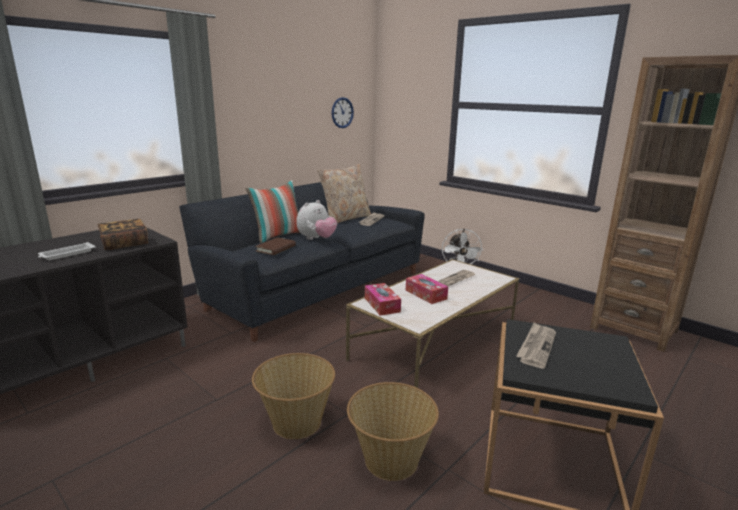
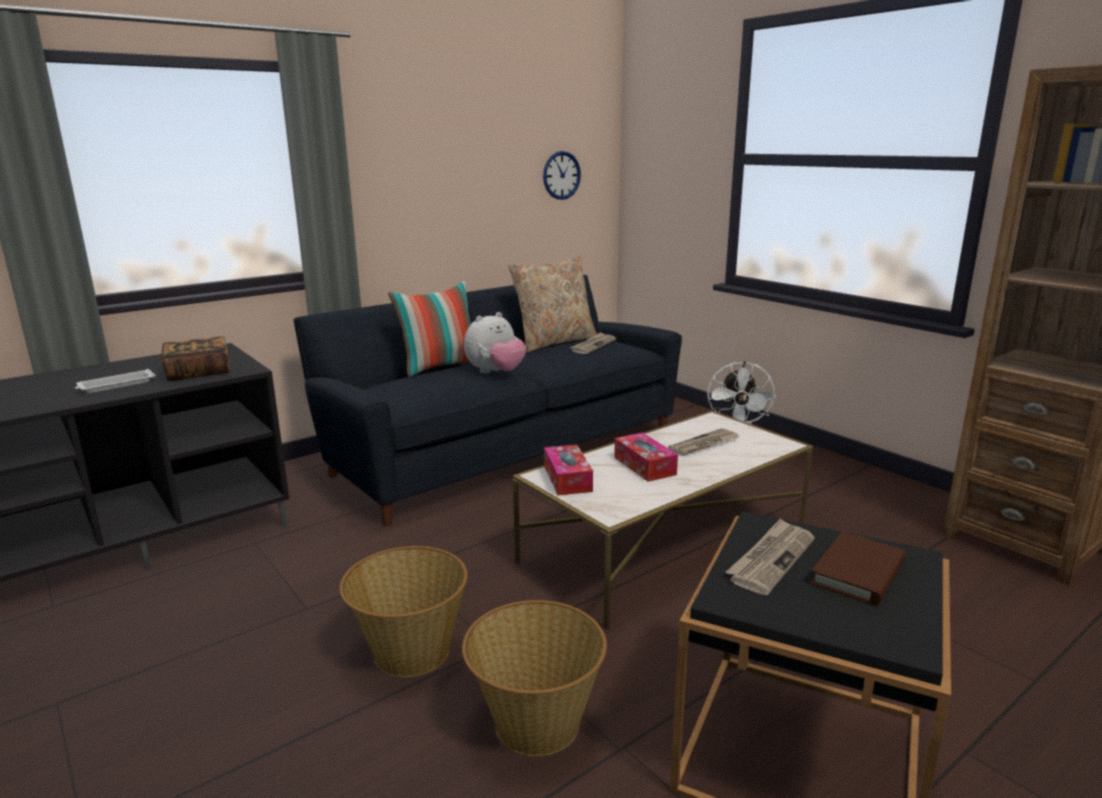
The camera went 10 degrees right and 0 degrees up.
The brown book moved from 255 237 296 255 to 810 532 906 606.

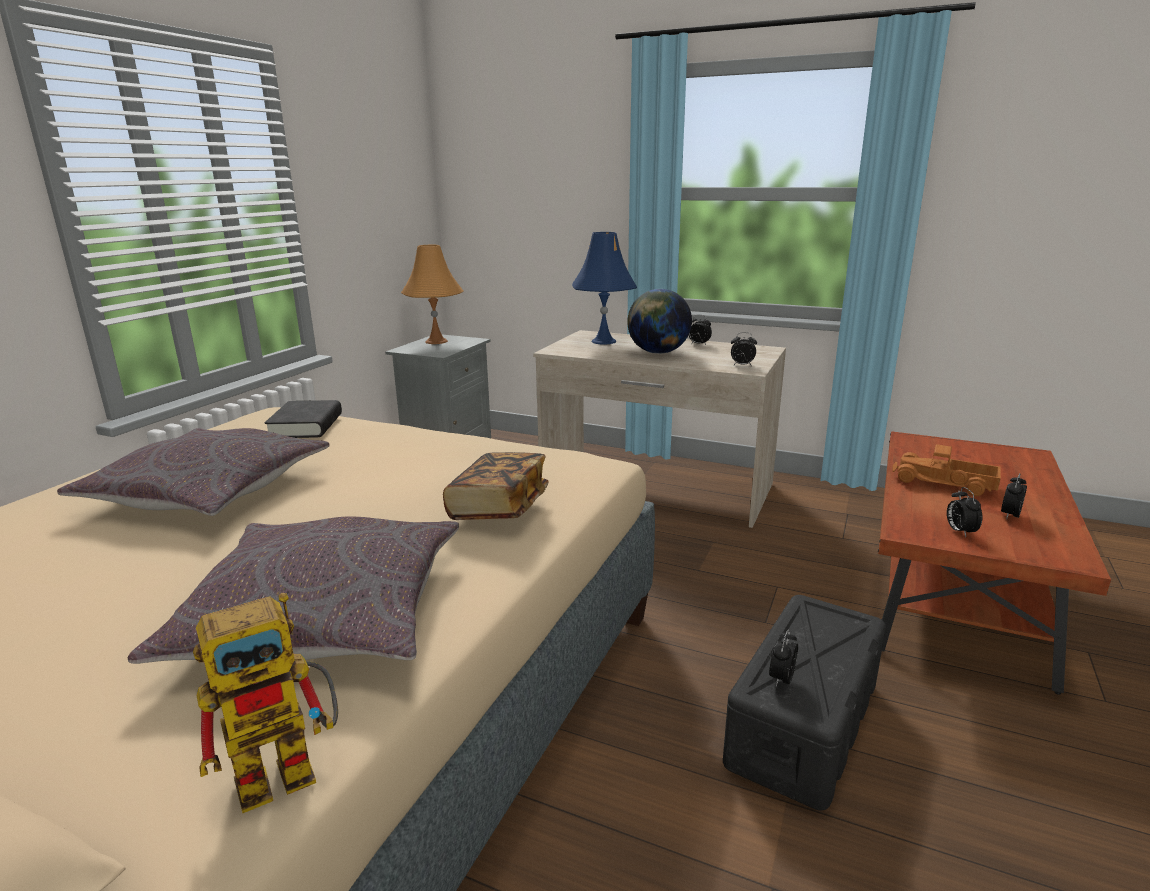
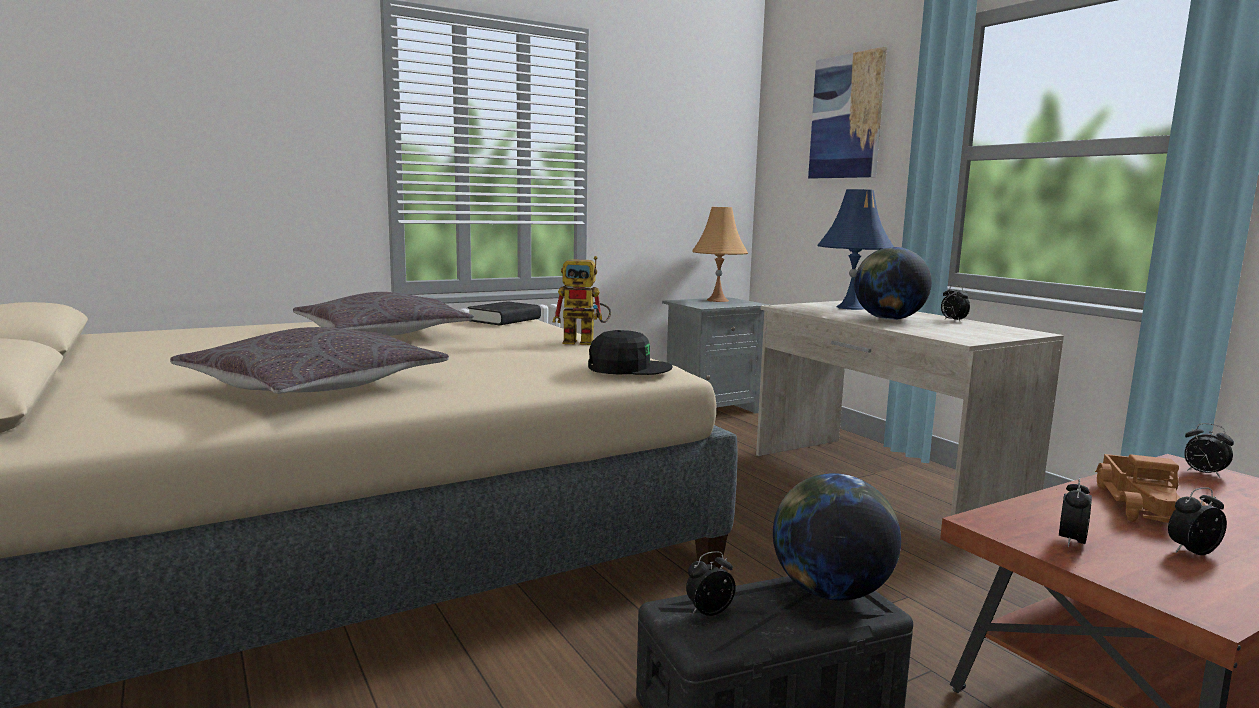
The camera went 35 degrees right and 10 degrees down.
The alarm clock moved from 731 332 757 365 to 1184 423 1234 478.
The toy truck at 892 444 1001 496 turned 135 degrees counterclockwise.
The book at 443 452 548 520 disappeared.
The toy robot moved from 193 593 338 813 to 553 256 611 345.
The picture at 808 47 887 179 appeared.
The black cap at 588 330 673 375 appeared.
The globe at 773 473 901 601 appeared.

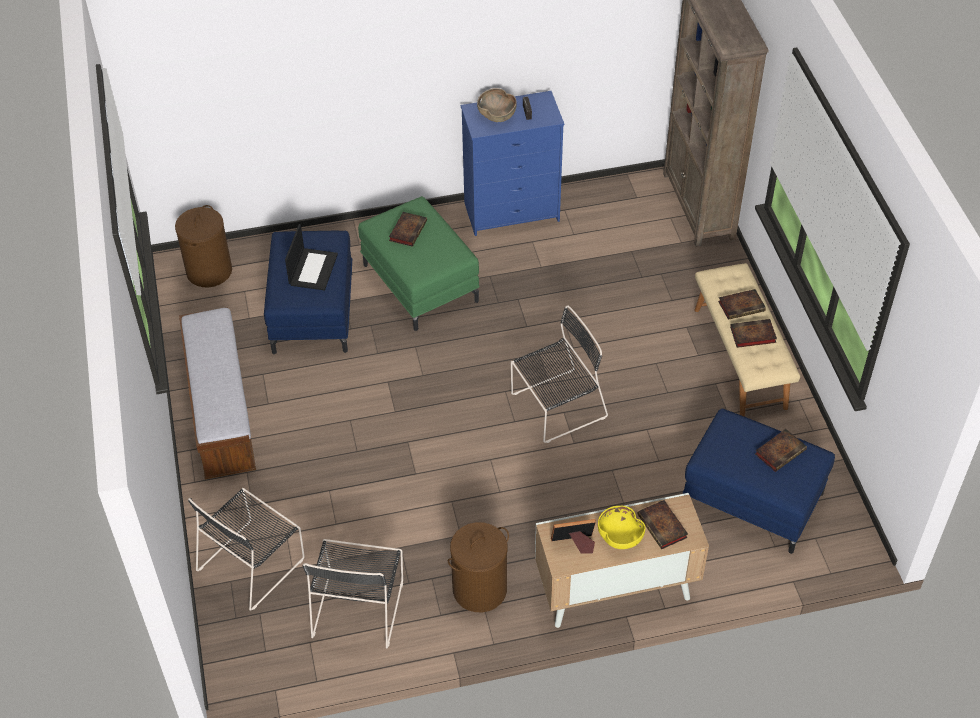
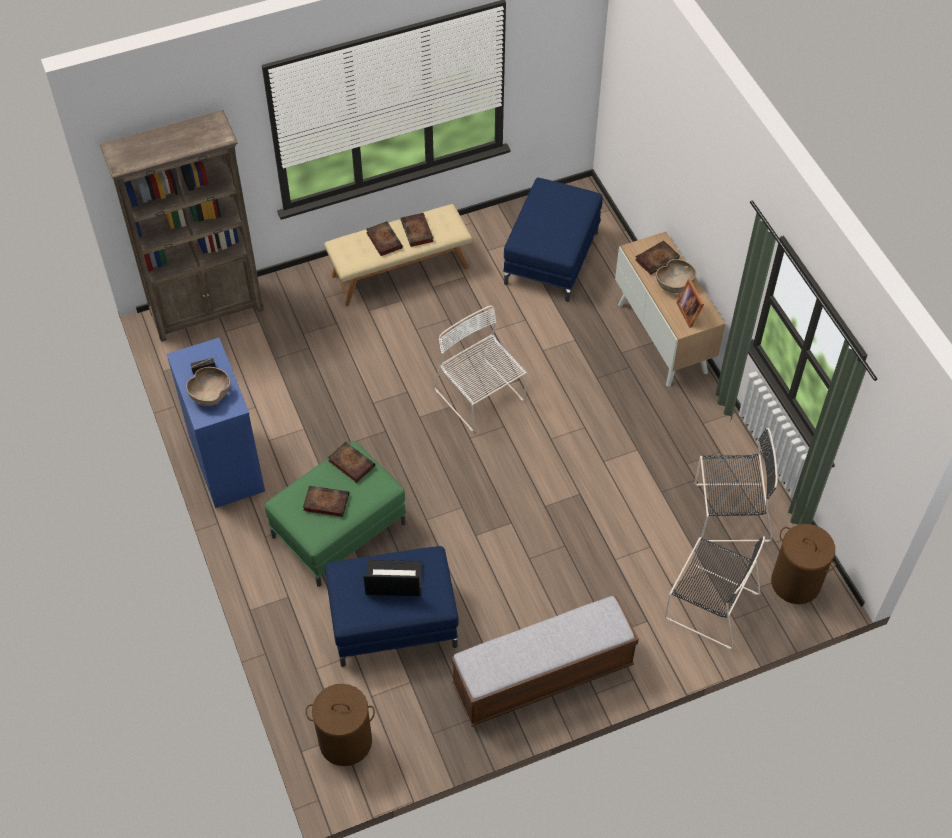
The camera went 100 degrees left and 5 degrees up.
The black chair at 511 305 608 443 became the white chair at 434 306 527 432.
The book moved from 755 429 807 472 to 328 442 375 483.
The yellow bowl at 598 506 646 549 became the brown bowl at 656 259 696 293.
The brown laundry basket moved from 448 522 509 612 to 771 524 836 604.

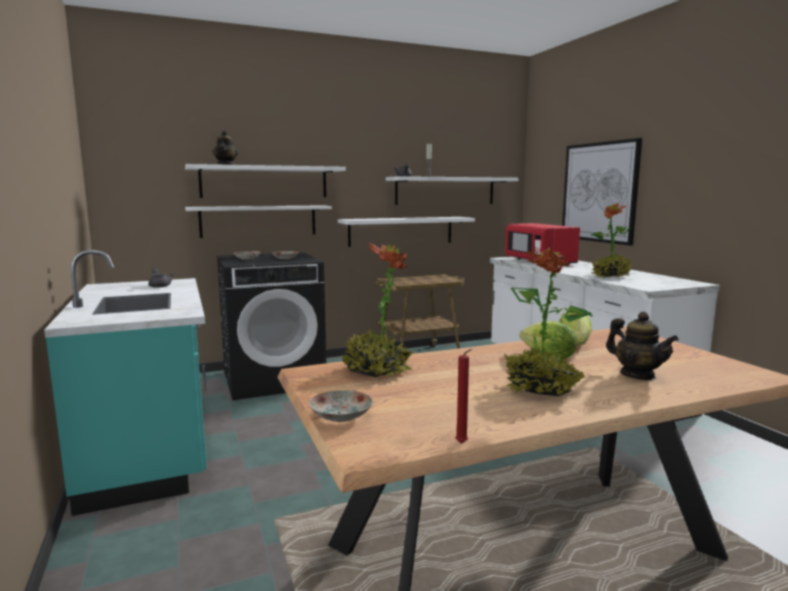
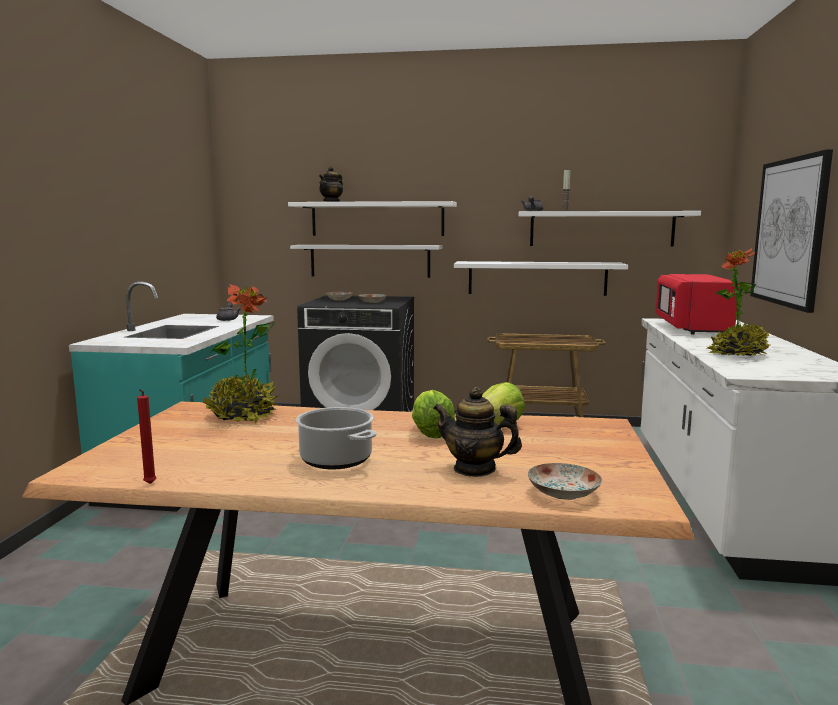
The camera went 30 degrees right and 0 degrees up.
The potted plant at 505 248 593 396 was replaced by the cooking pot at 296 407 376 470.
The teapot at 606 312 679 380 turned 120 degrees clockwise.
The plate moved from 309 390 373 422 to 527 463 602 500.

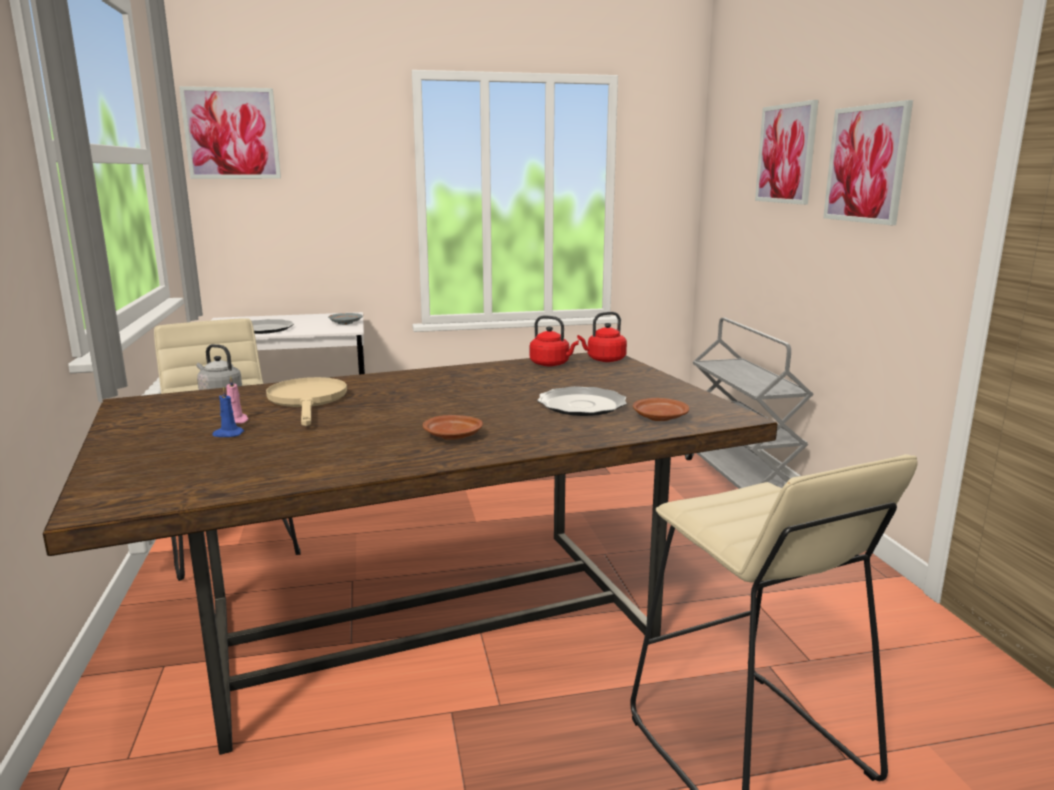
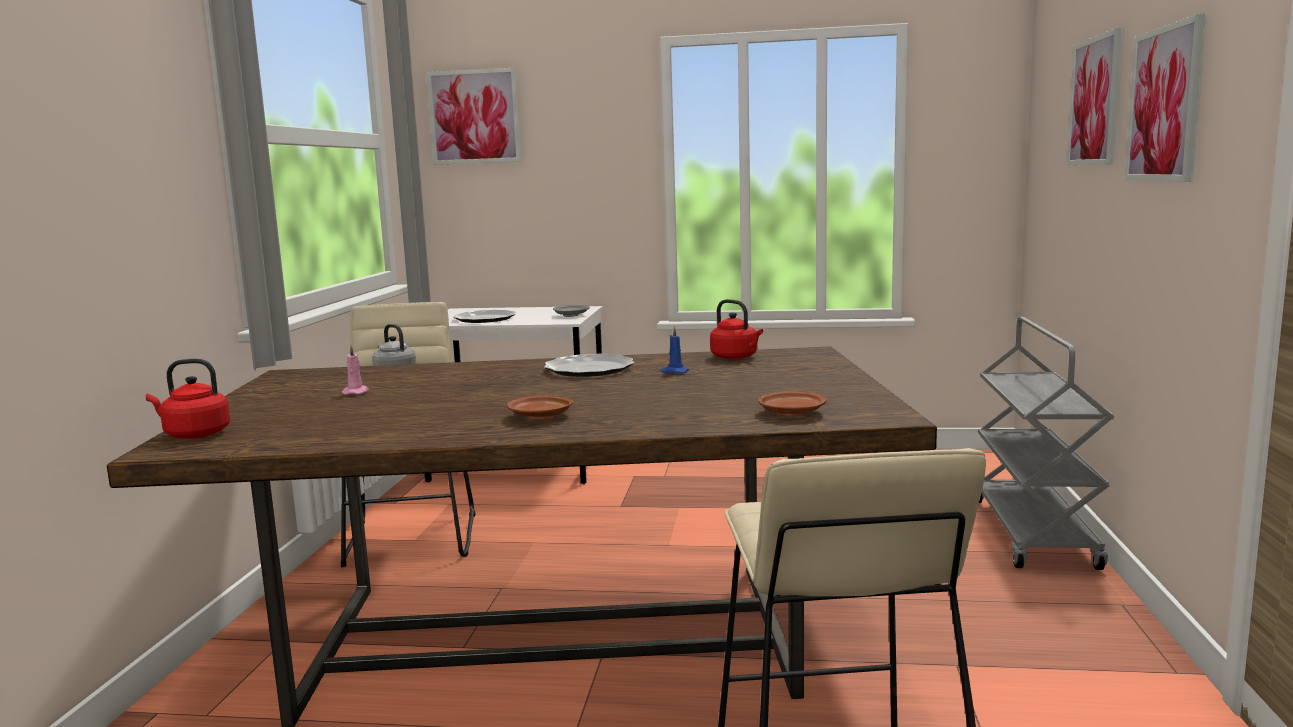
The camera went 20 degrees right and 5 degrees down.
The red kettle moved from 577 312 627 362 to 146 359 230 439.
The beige frying pan at 266 377 347 426 disappeared.
The blue candle moved from 212 386 244 437 to 661 326 689 374.
The plate moved from 537 386 627 416 to 544 354 634 377.

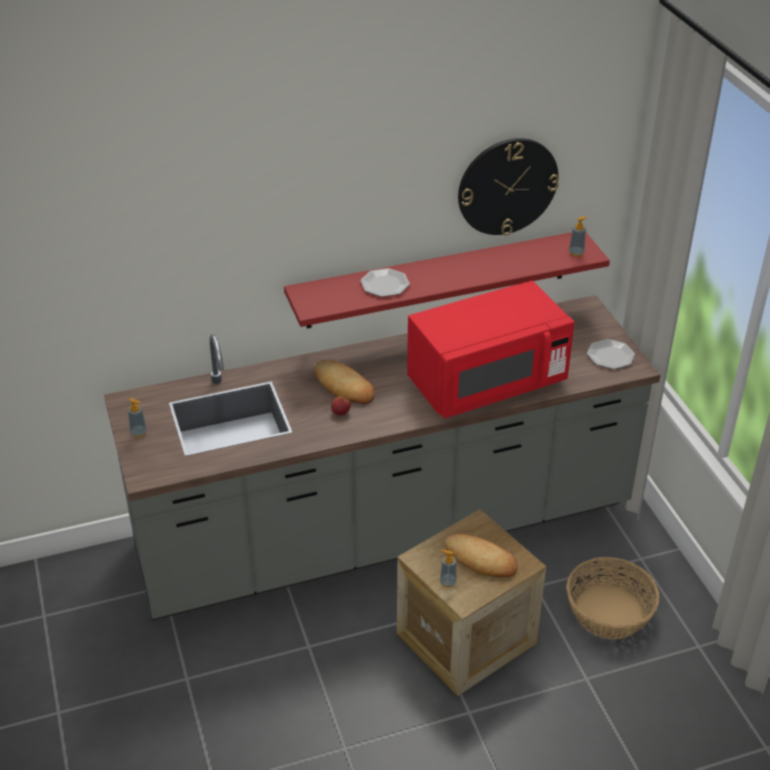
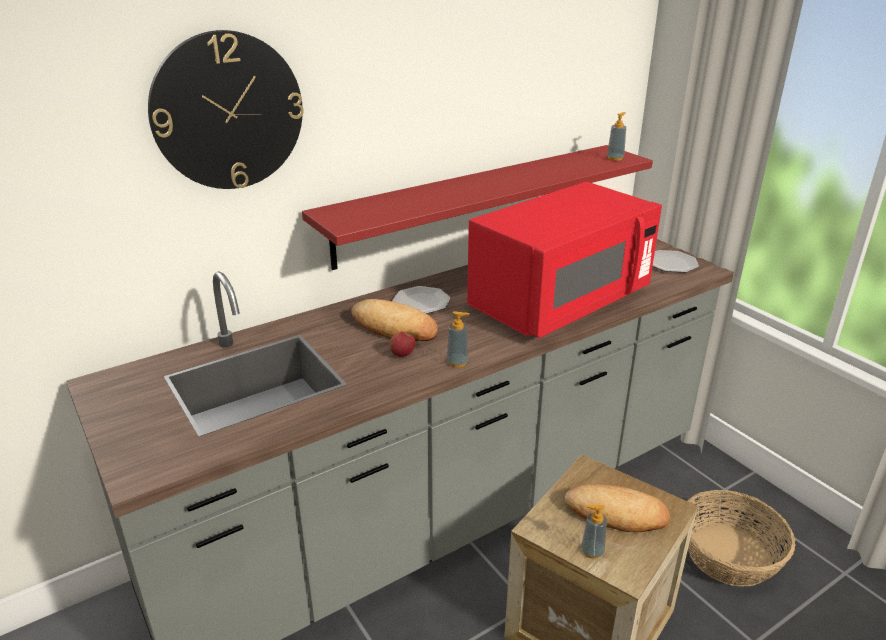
The camera went 15 degrees left and 10 degrees down.
The wall clock moved from 458 138 559 235 to 148 30 304 189.
The plate moved from 360 268 410 297 to 392 286 451 314.
The soap dispenser moved from 128 398 147 438 to 447 311 470 367.

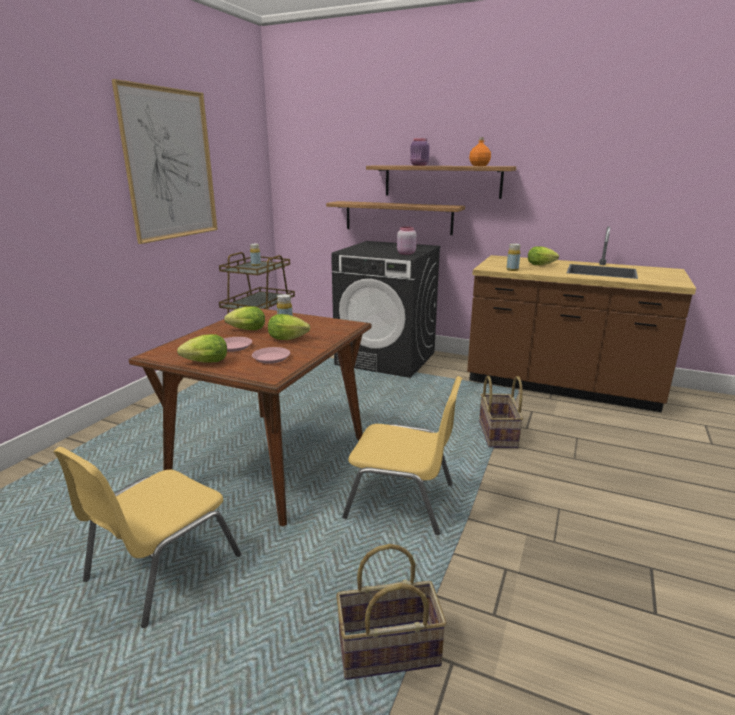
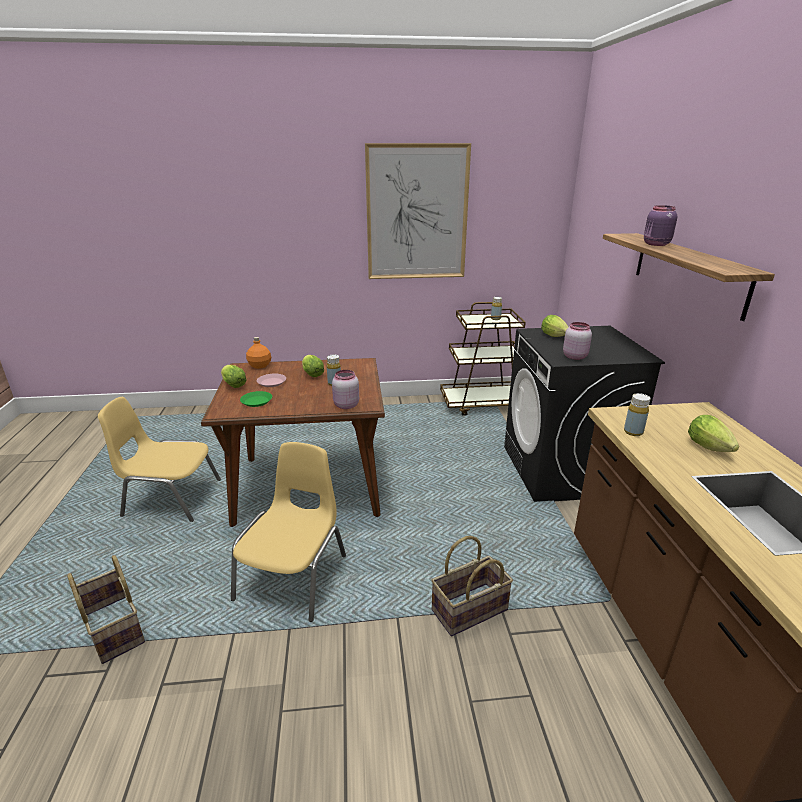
The camera went 60 degrees right and 5 degrees up.
The orange bottle moved from 469 137 491 166 to 246 337 271 369.
The shelf at 326 201 465 235 disappeared.
The lettuce moved from 268 314 310 340 to 541 315 568 337.
The pink plate at 252 347 290 364 became the green plate at 240 391 272 407.
The yellow chair at 342 376 463 535 turned 150 degrees counterclockwise.
The pink jar at 332 370 359 409 appeared.

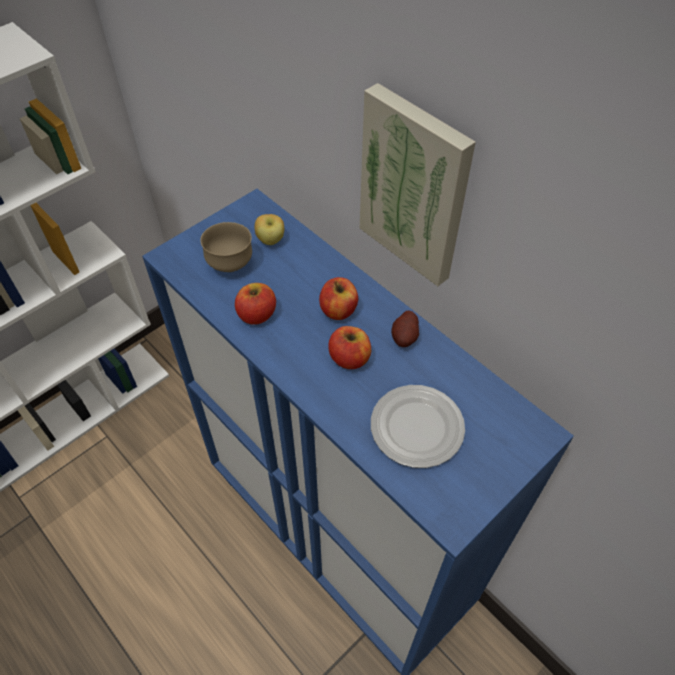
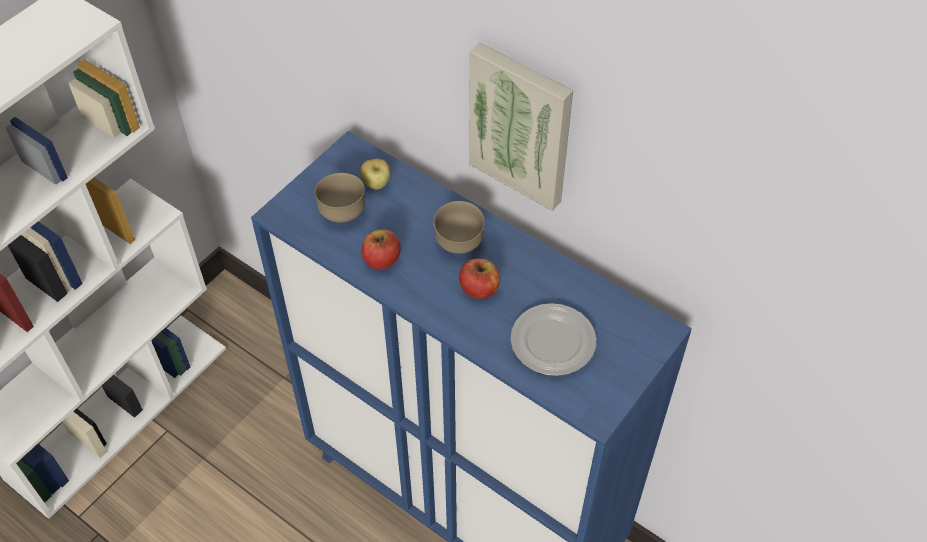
The camera went 10 degrees left and 0 degrees up.
The apple at 319 277 358 320 was replaced by the brown bowl at 434 201 485 254.
The potato at 391 311 419 347 disappeared.

